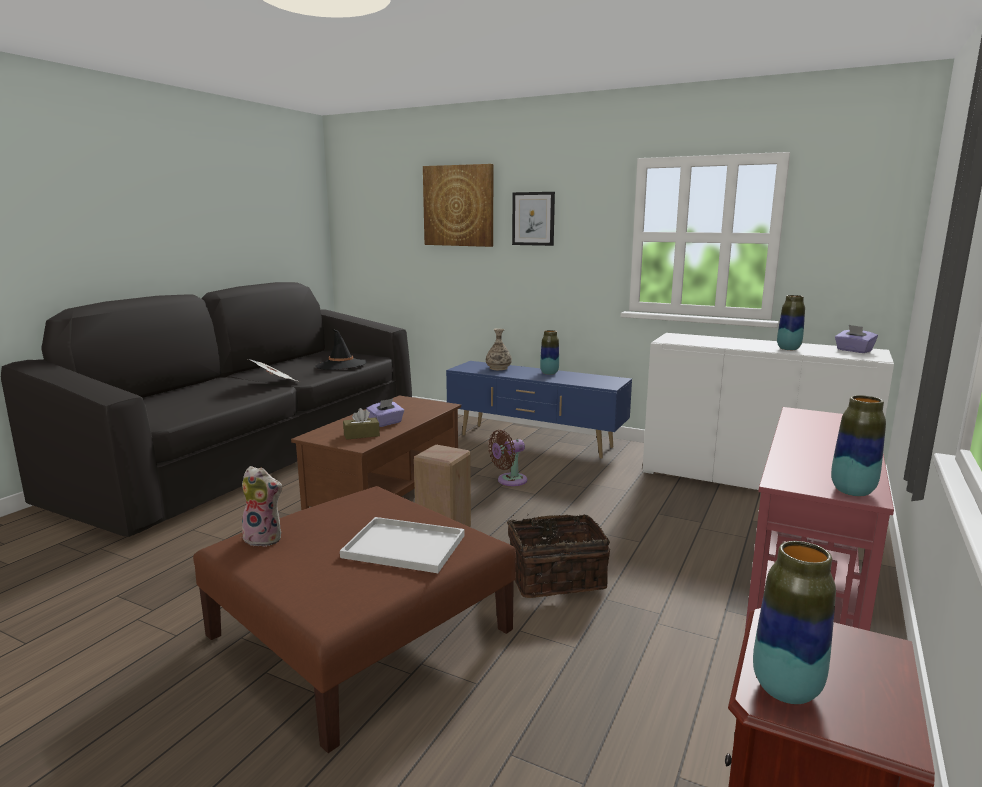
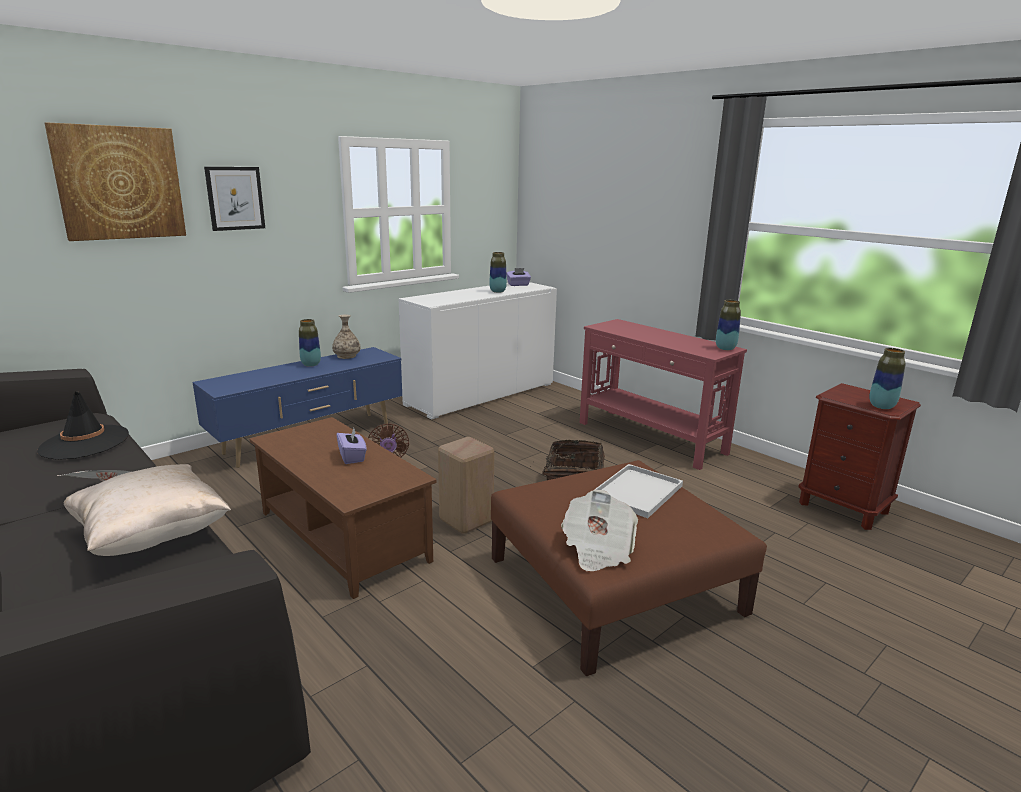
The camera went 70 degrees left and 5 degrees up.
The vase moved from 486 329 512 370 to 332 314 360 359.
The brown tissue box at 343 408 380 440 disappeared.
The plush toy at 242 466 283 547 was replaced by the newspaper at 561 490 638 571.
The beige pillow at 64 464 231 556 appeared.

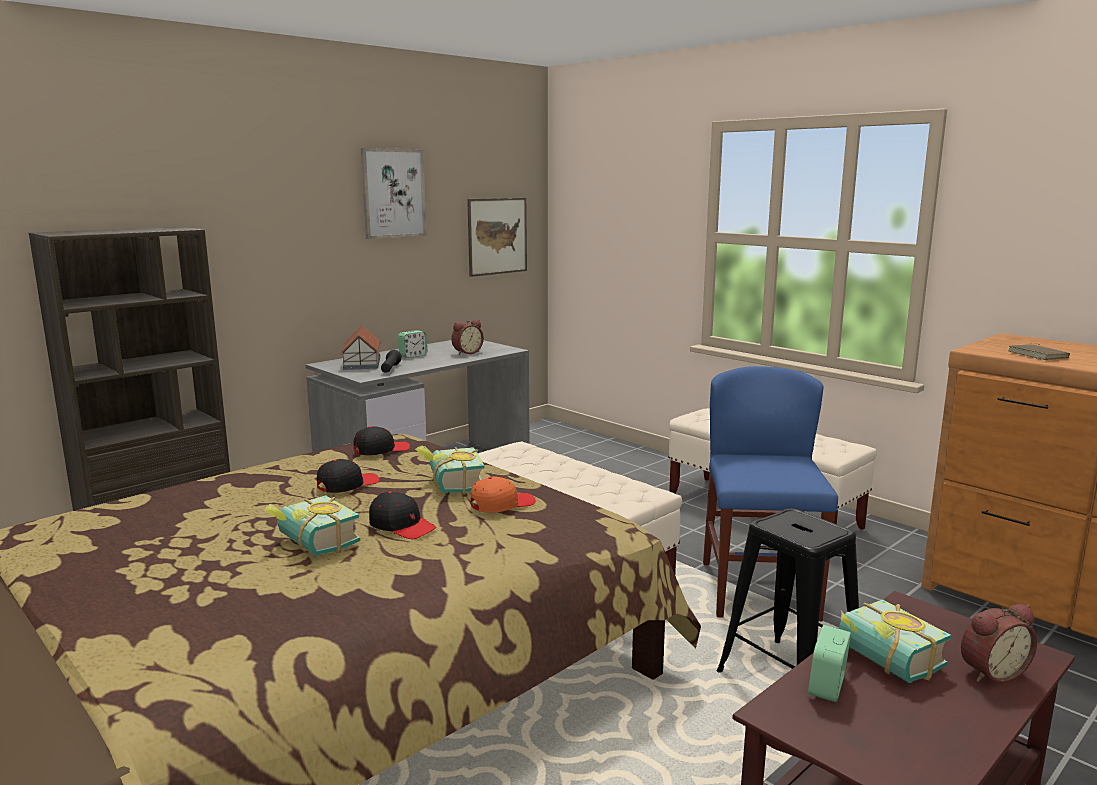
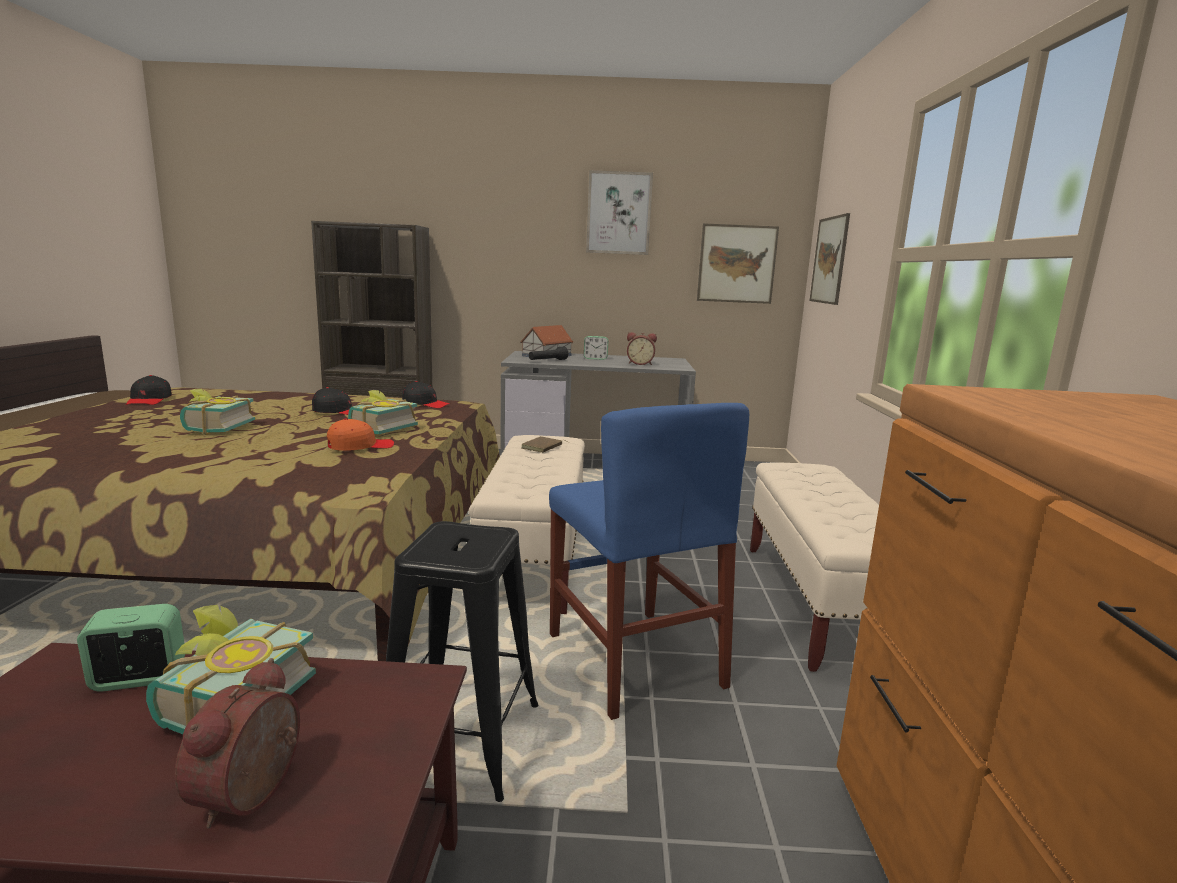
The camera went 45 degrees right and 0 degrees up.
The brown book moved from 1008 343 1070 360 to 521 436 569 453.
The blue chair at 703 366 838 621 turned 105 degrees clockwise.
The orange cap at 470 477 535 513 turned 45 degrees counterclockwise.
The black cap moved from 369 491 437 539 to 126 375 172 405.
The alarm clock at 961 604 1037 683 turned 75 degrees clockwise.
The picture at 810 213 850 305 appeared.

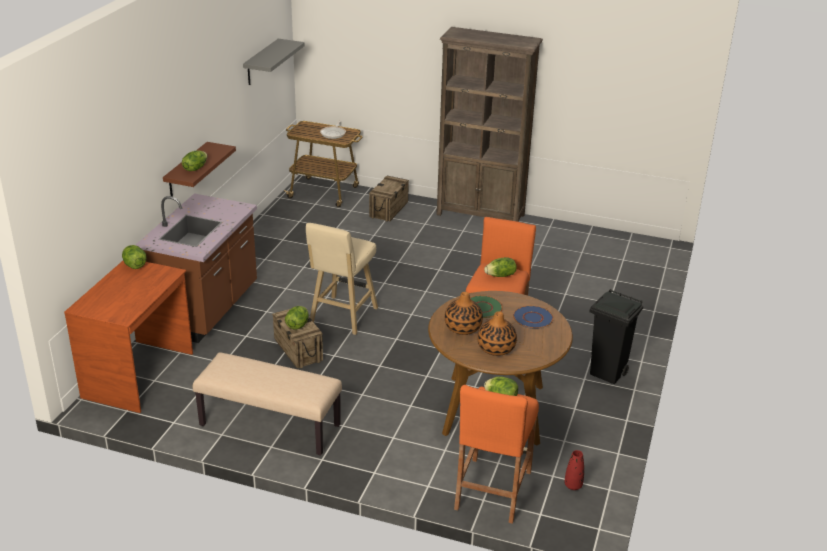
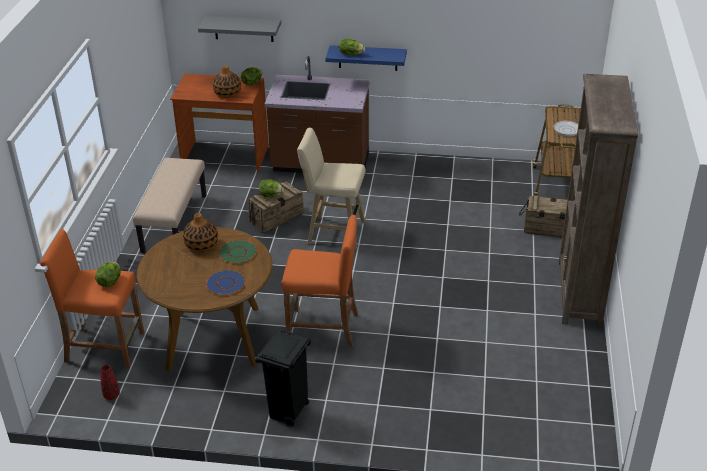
The camera went 80 degrees right and 5 degrees up.
The grey shelf moved from 243 39 305 85 to 198 16 281 42.
The brown shelf at 163 142 236 197 became the blue shelf at 325 45 407 71.
The lettuce at 484 257 517 277 disappeared.
The vase moved from 477 311 517 356 to 213 65 241 98.

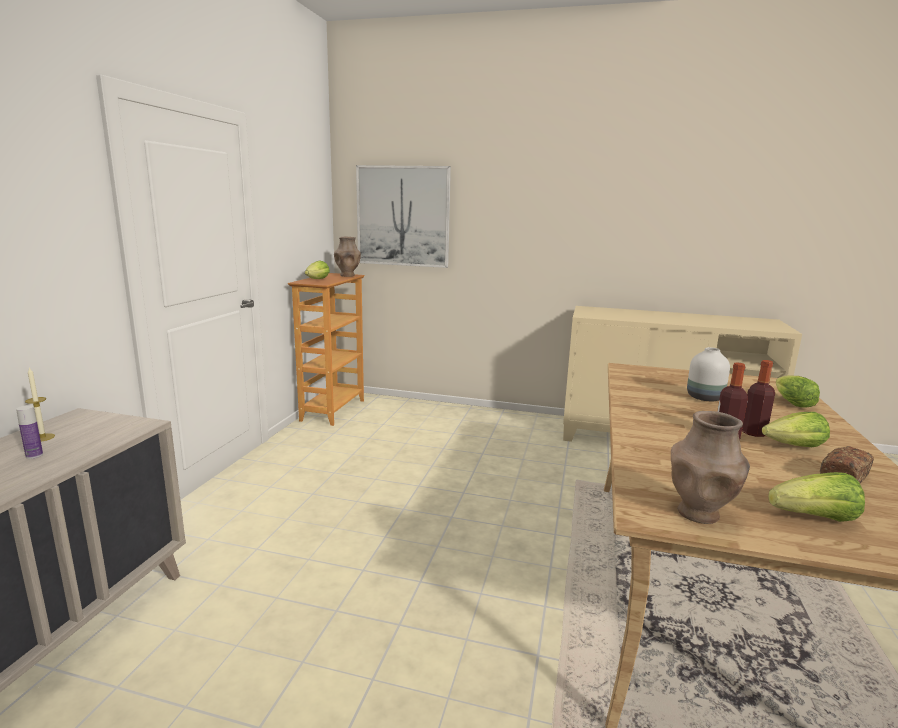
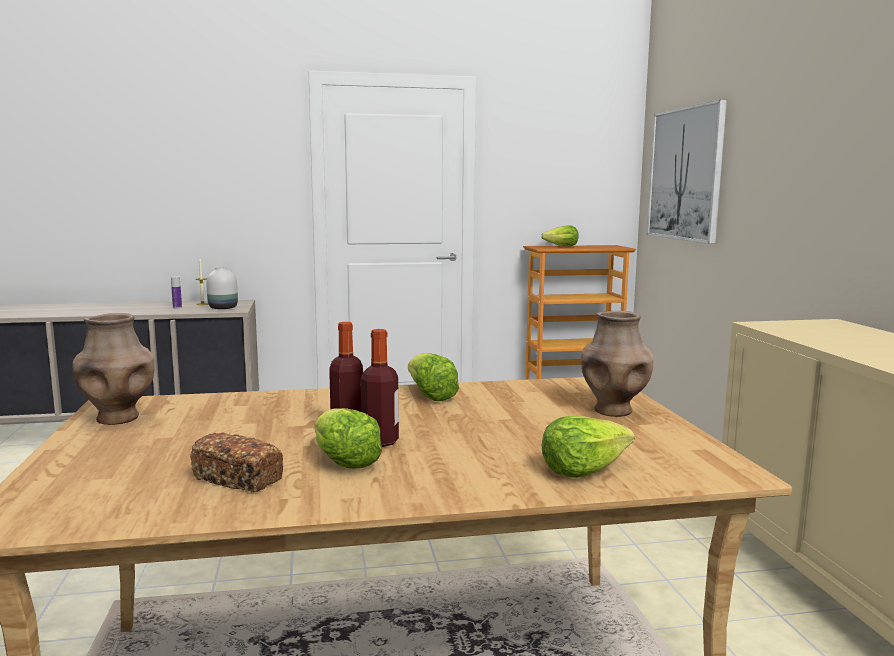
The camera went 65 degrees right and 5 degrees down.
The brown vase moved from 334 237 361 277 to 581 311 654 417.
The white vase moved from 687 347 730 401 to 206 266 238 309.
The lettuce moved from 768 472 865 522 to 408 353 459 401.

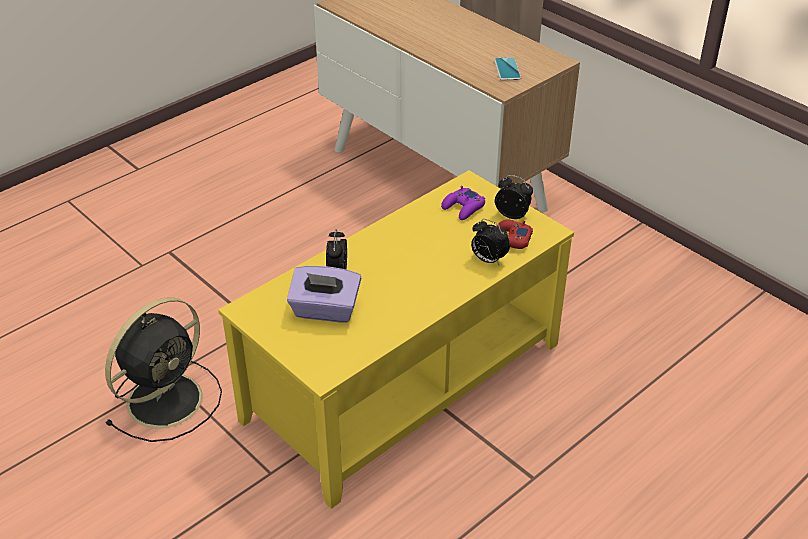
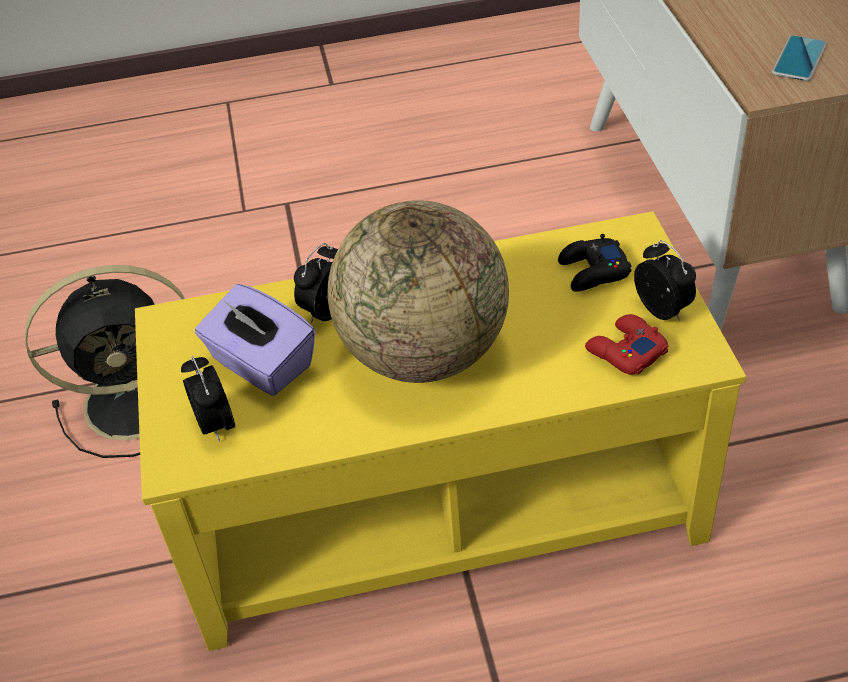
The camera went 35 degrees right and 5 degrees up.
The purple game controller at 441 186 485 220 became the black game controller at 558 234 632 292.
The alarm clock moved from 471 219 510 265 to 181 356 235 442.
The globe at 328 200 509 383 appeared.

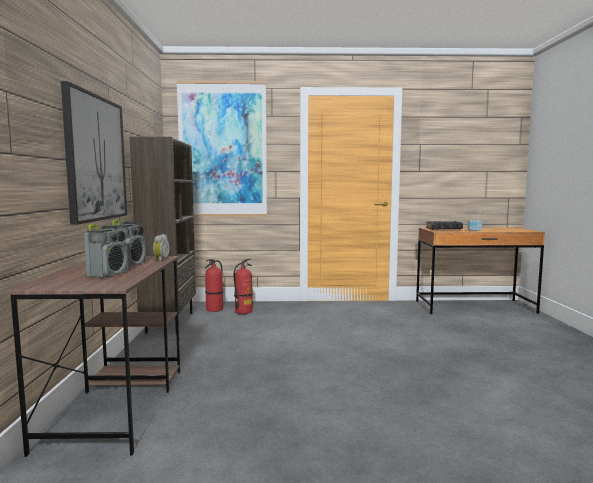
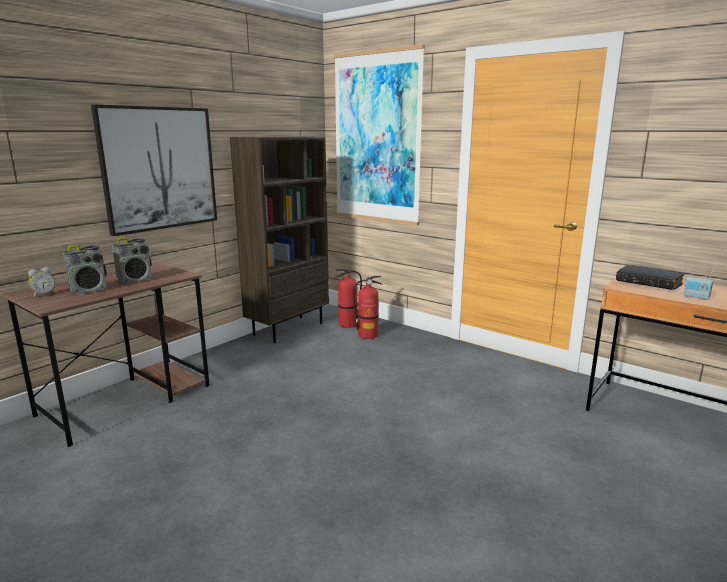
The camera went 40 degrees right and 10 degrees up.
The alarm clock moved from 153 234 169 262 to 28 267 55 297.

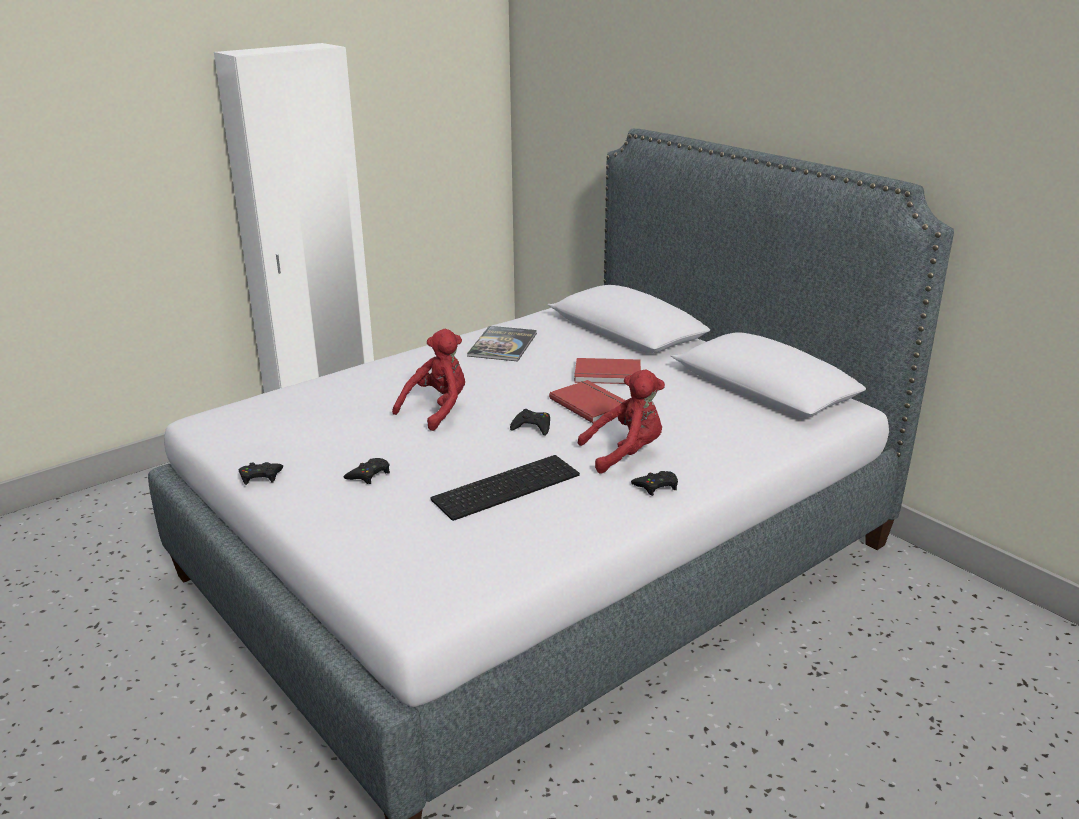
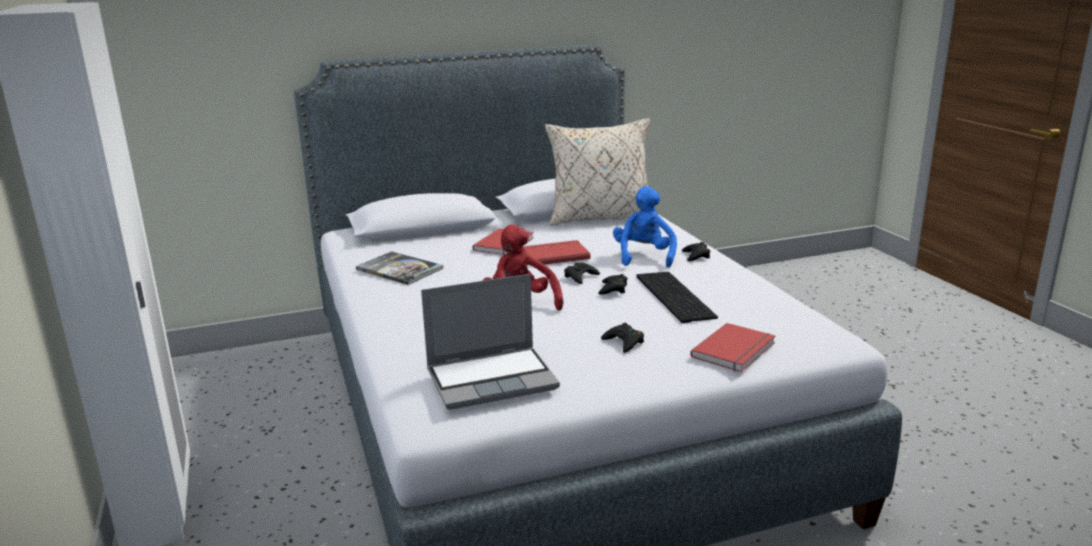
The camera went 70 degrees left and 5 degrees down.
The red plush toy at 577 370 665 473 became the blue plush toy at 613 186 677 268.
The black game controller moved from 239 462 283 485 to 598 274 627 295.
The beige pillow at 545 118 650 226 appeared.
The laptop at 421 274 560 410 appeared.
The red book at 690 323 775 372 appeared.

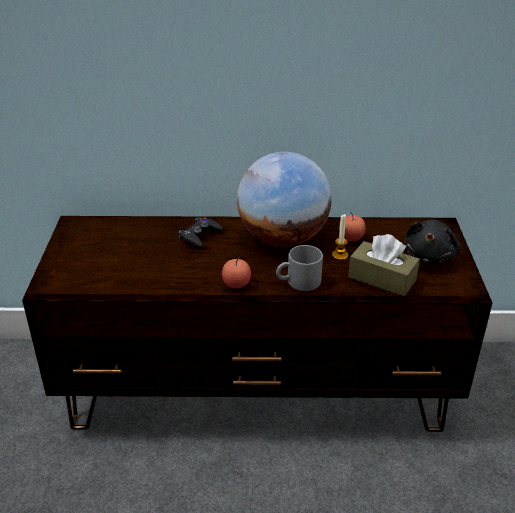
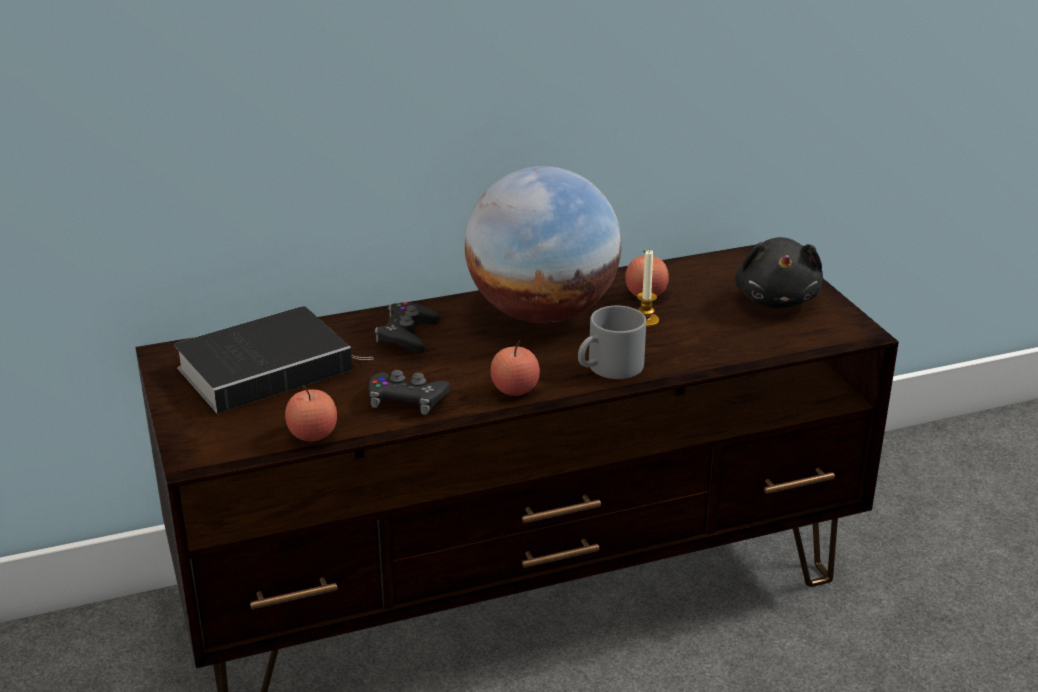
The camera went 20 degrees left and 5 degrees down.
The brown tissue box at 348 234 420 296 disappeared.
The book at 174 306 372 414 appeared.
The black game controller at 368 370 450 415 appeared.
The apple at 285 386 337 441 appeared.

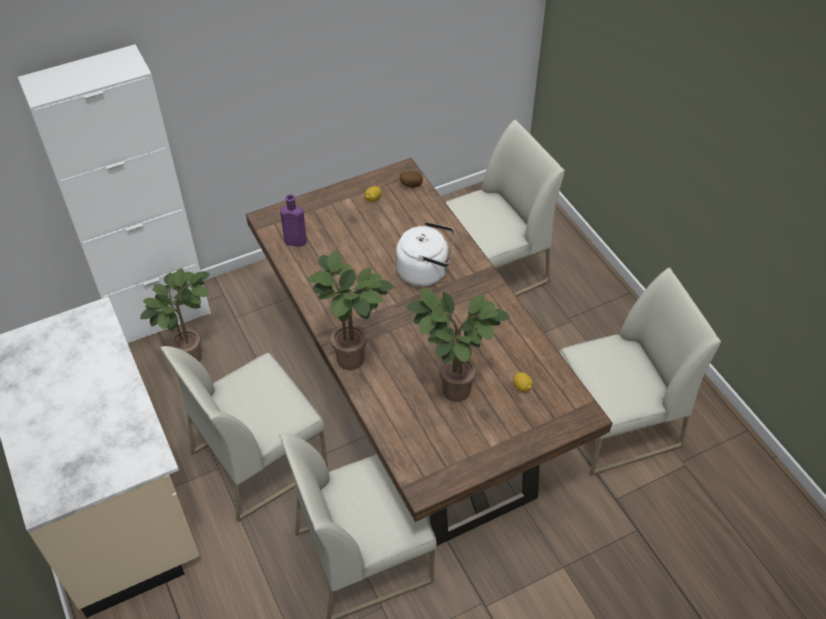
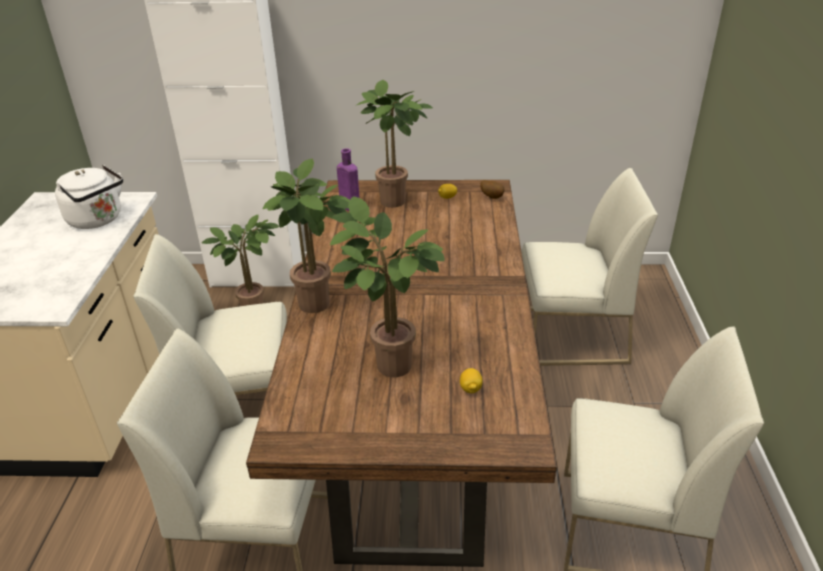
The camera went 30 degrees right and 15 degrees down.
The white kettle moved from 396 222 454 286 to 55 165 123 229.
The potted plant at 355 80 433 208 appeared.

